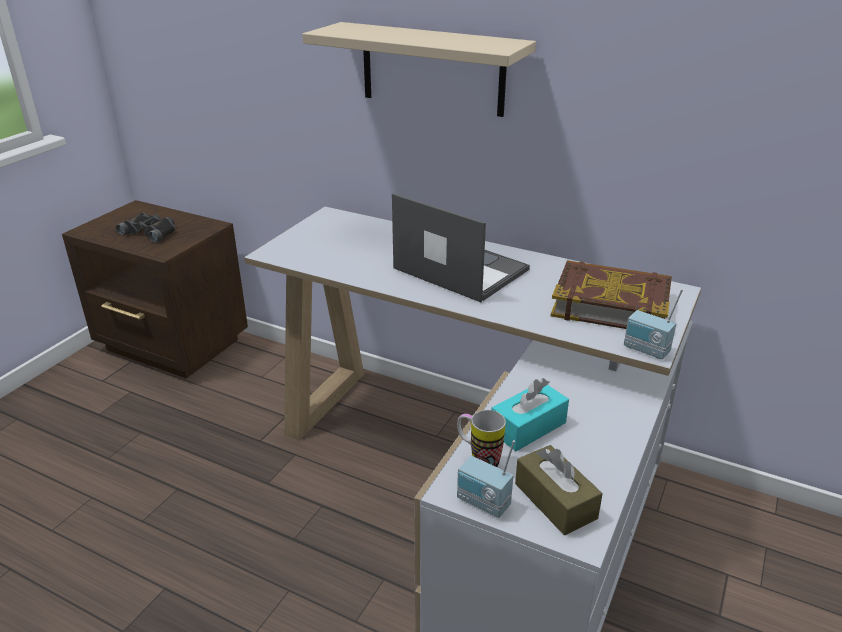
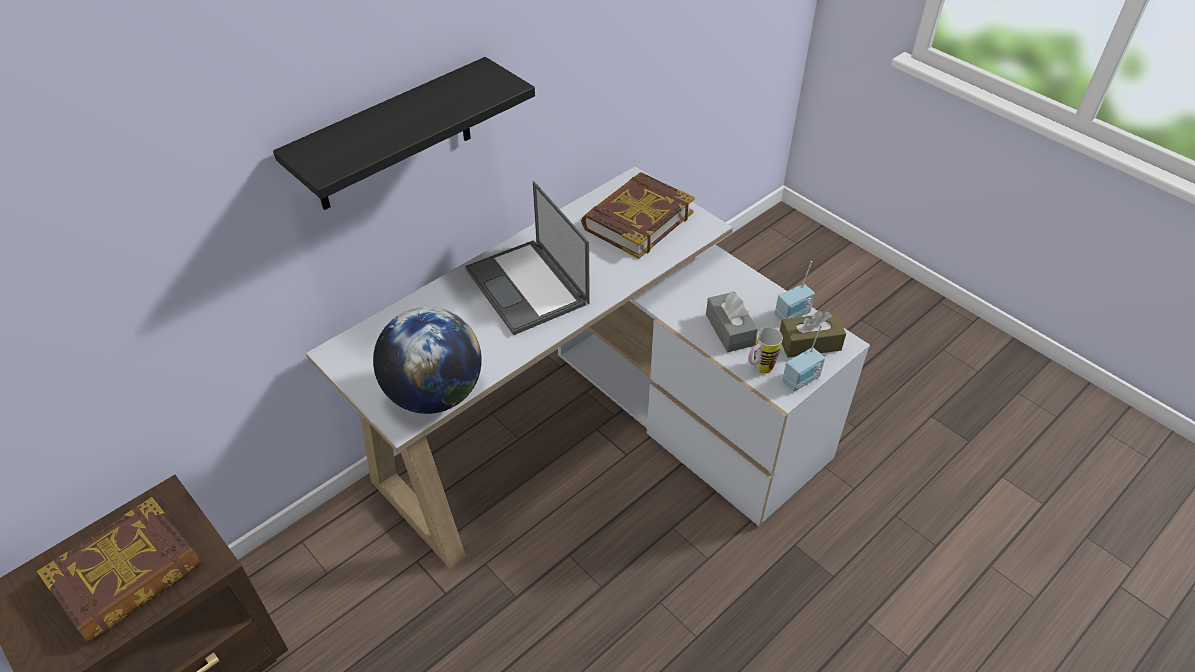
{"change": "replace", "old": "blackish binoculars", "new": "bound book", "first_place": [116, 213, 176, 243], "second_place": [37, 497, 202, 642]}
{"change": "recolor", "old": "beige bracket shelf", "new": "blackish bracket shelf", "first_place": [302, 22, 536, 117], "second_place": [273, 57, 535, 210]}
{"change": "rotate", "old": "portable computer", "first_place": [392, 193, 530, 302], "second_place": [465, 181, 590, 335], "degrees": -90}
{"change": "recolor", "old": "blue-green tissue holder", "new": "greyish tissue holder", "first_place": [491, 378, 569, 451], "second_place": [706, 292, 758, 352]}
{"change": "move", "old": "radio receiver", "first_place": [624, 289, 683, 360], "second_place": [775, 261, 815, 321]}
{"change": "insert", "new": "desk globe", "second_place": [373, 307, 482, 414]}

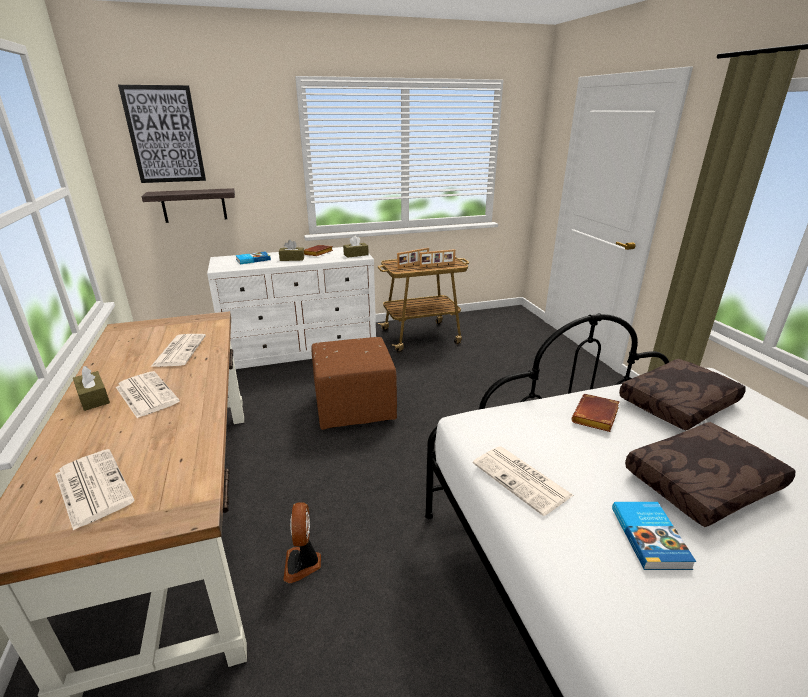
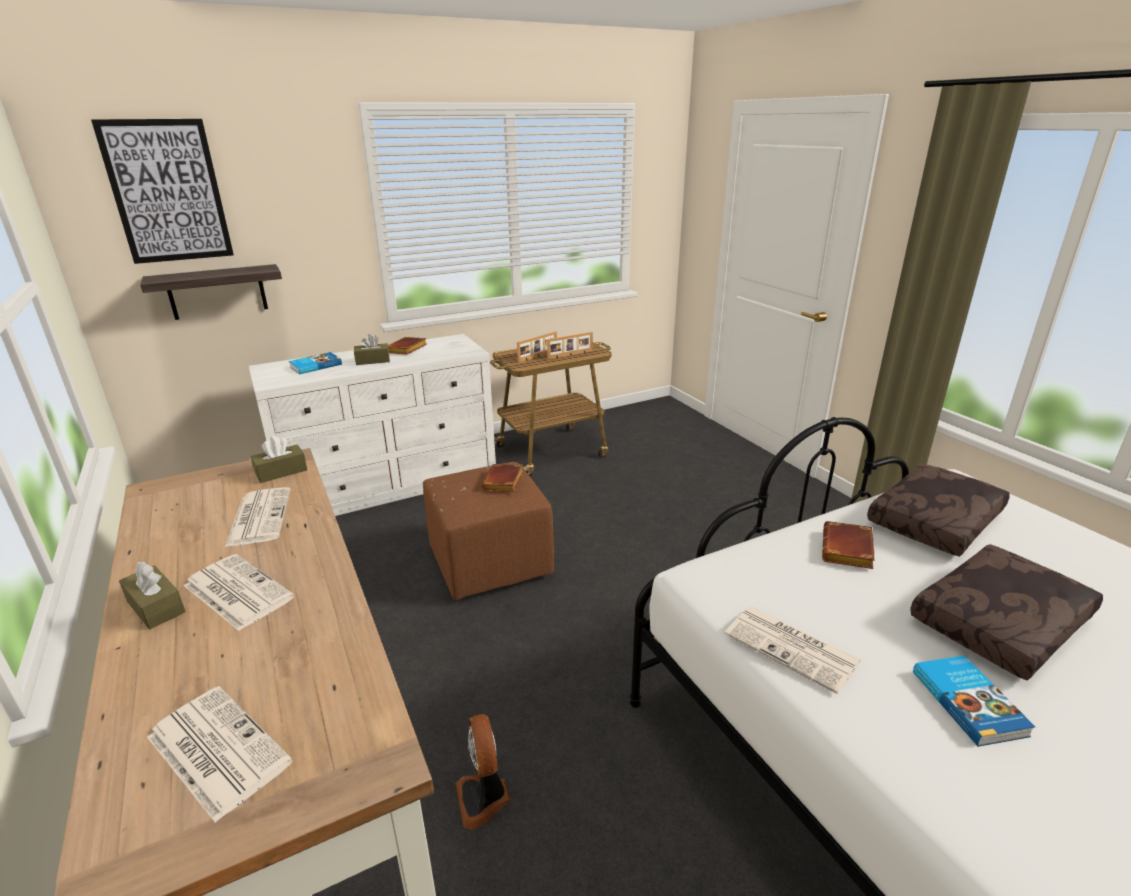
{"change": "move", "old": "brown-coloured tissue holder", "first_place": [343, 236, 369, 258], "second_place": [251, 436, 307, 483]}
{"change": "insert", "new": "brown-coloured bound book", "second_place": [481, 464, 523, 492]}

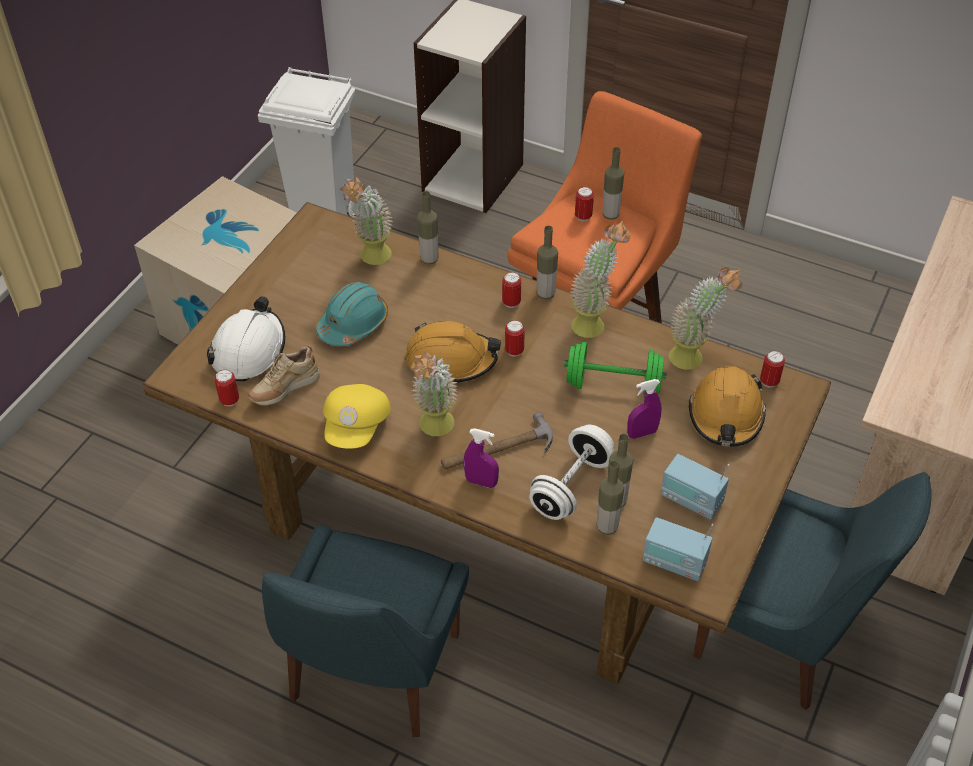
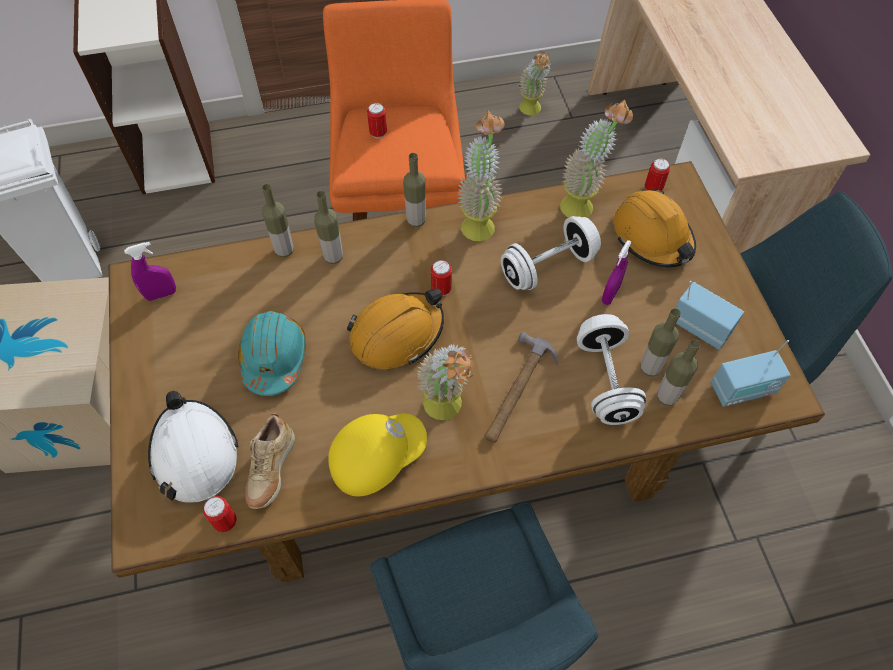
{"change": "rotate", "old": "yellow cap", "first_place": [323, 384, 391, 449], "second_place": [328, 414, 427, 496], "degrees": -90}
{"change": "move", "old": "houseplant", "first_place": [340, 177, 393, 265], "second_place": [518, 51, 551, 115]}
{"change": "move", "old": "purple spray bottle", "first_place": [464, 428, 499, 488], "second_place": [124, 242, 176, 301]}
{"change": "delete", "old": "can", "first_place": [502, 272, 521, 308]}
{"change": "recolor", "old": "greenish dumbbell", "new": "white-coloured dumbbell", "first_place": [564, 342, 667, 397], "second_place": [501, 216, 601, 290]}
{"change": "move", "old": "drink bottle", "first_place": [603, 147, 624, 220], "second_place": [314, 191, 343, 264]}
{"change": "rotate", "old": "radio receiver", "first_place": [661, 454, 729, 520], "second_place": [676, 281, 744, 350], "degrees": -135}

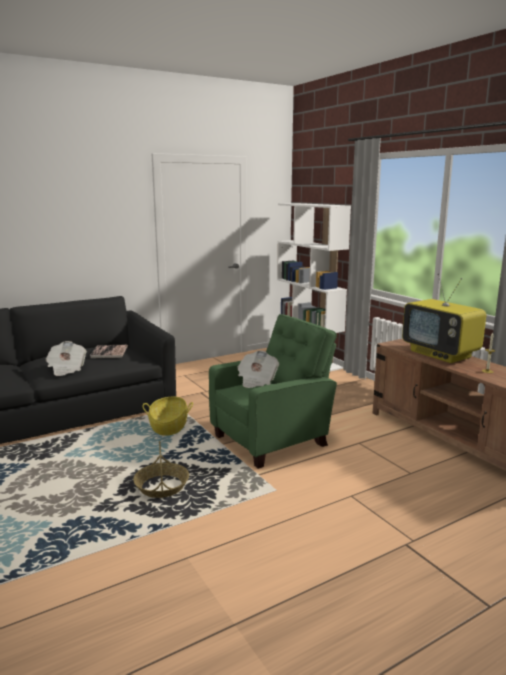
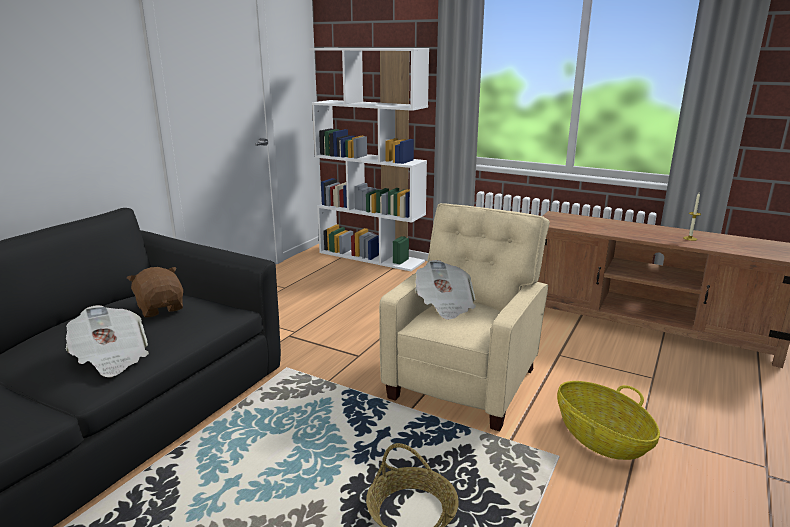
{"change": "replace", "old": "bound book", "new": "brown-coloured cuddly toy", "first_place": [90, 345, 128, 358], "second_place": [127, 267, 183, 317]}
{"change": "move", "old": "household basket", "first_place": [142, 397, 193, 436], "second_place": [557, 381, 660, 460]}
{"change": "recolor", "old": "greenish easy chair", "new": "beige easy chair", "first_place": [209, 314, 337, 469], "second_place": [379, 203, 550, 431]}
{"change": "delete", "old": "TV set", "first_place": [402, 273, 486, 363]}

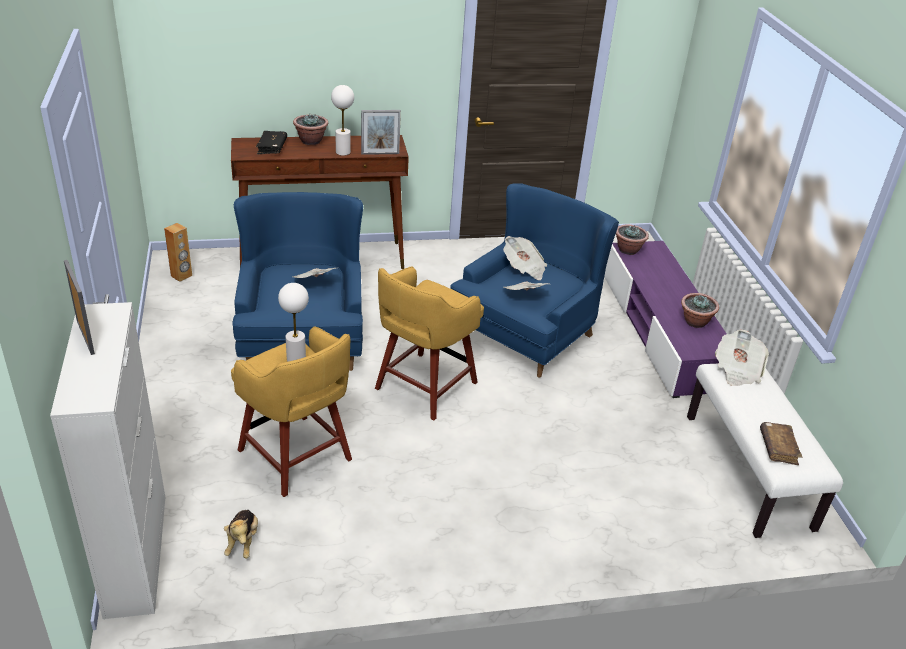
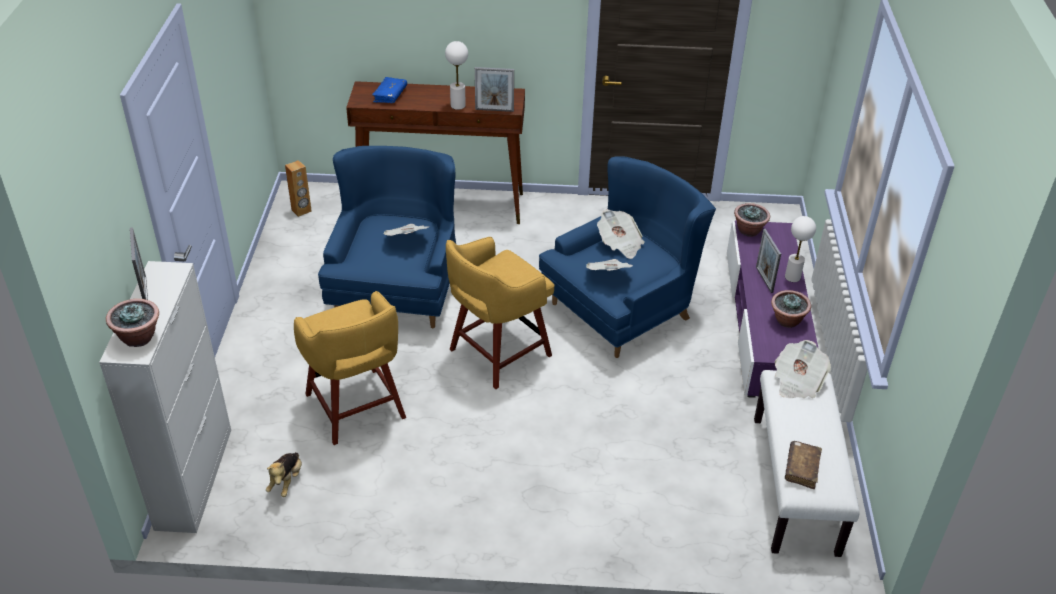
{"change": "recolor", "old": "blackish bound book", "new": "bluish bound book", "first_place": [256, 131, 287, 155], "second_place": [372, 77, 407, 103]}
{"change": "move", "old": "white-coloured table lamp", "first_place": [278, 283, 309, 362], "second_place": [785, 216, 816, 282]}
{"change": "move", "old": "houseplant", "first_place": [293, 114, 328, 145], "second_place": [106, 299, 159, 347]}
{"change": "insert", "new": "picture frame", "second_place": [756, 229, 781, 293]}

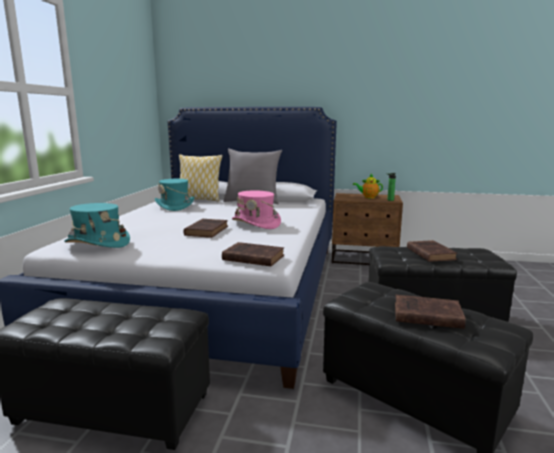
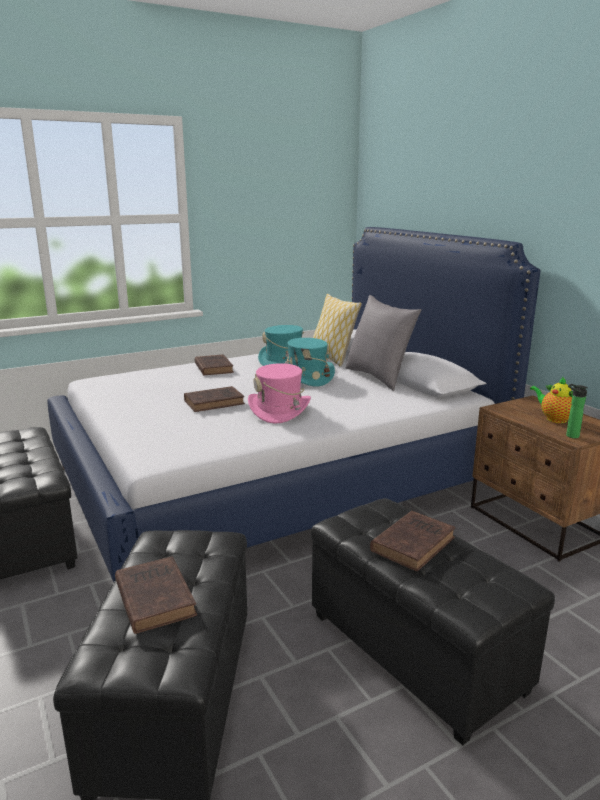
{"change": "move", "old": "blue-green clothing hat", "first_place": [64, 203, 130, 248], "second_place": [285, 338, 335, 386]}
{"change": "move", "old": "brown-coloured bound book", "first_place": [222, 242, 284, 267], "second_place": [195, 354, 234, 376]}

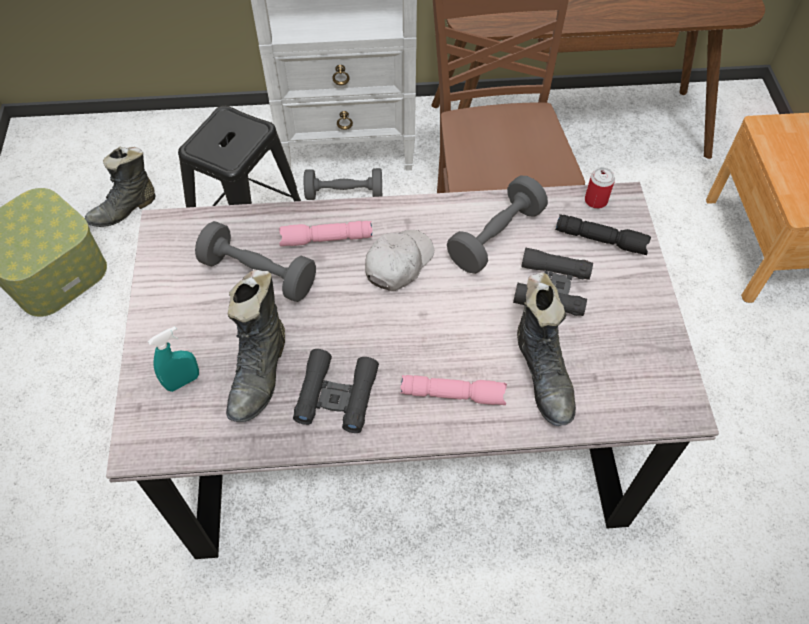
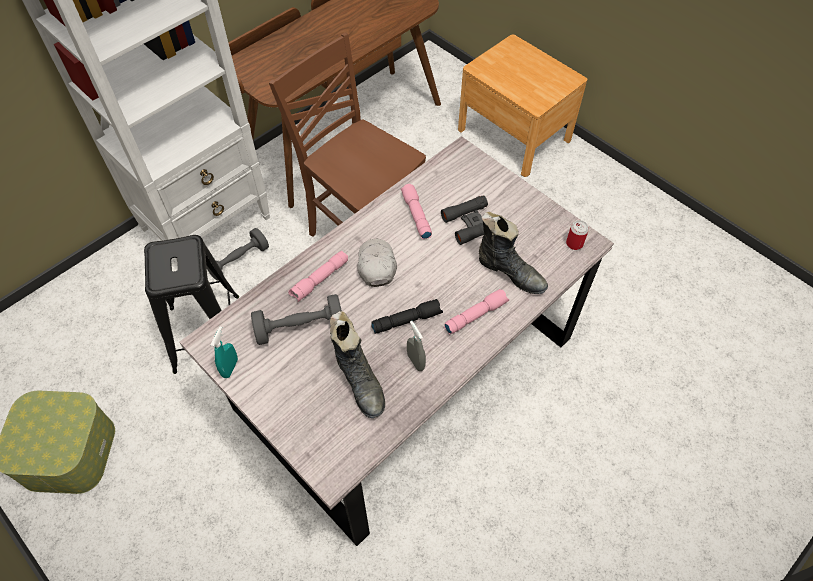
{"change": "delete", "old": "blackish boot", "first_place": [85, 146, 156, 227]}
{"change": "move", "old": "blue-green spray bottle", "first_place": [148, 326, 199, 392], "second_place": [211, 326, 238, 378]}
{"change": "replace", "old": "blackish binoculars", "new": "greyish spray bottle", "first_place": [293, 349, 379, 433], "second_place": [407, 321, 426, 371]}
{"change": "replace", "old": "greyish dumbbell", "new": "pink torch", "first_place": [447, 176, 548, 274], "second_place": [401, 184, 432, 239]}
{"change": "move", "old": "blackish torch", "first_place": [555, 214, 651, 255], "second_place": [371, 299, 443, 334]}
{"change": "move", "old": "can", "first_place": [585, 167, 615, 209], "second_place": [566, 220, 589, 250]}

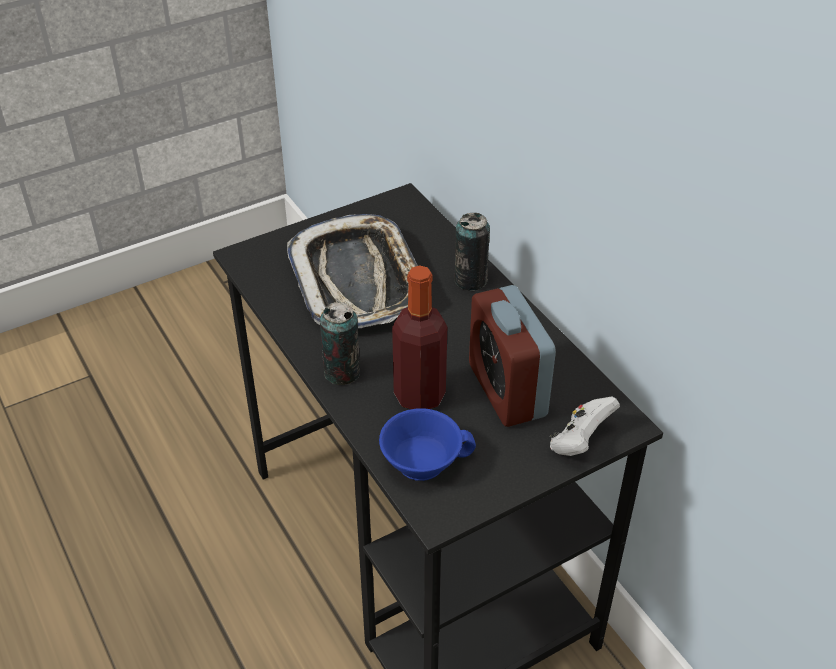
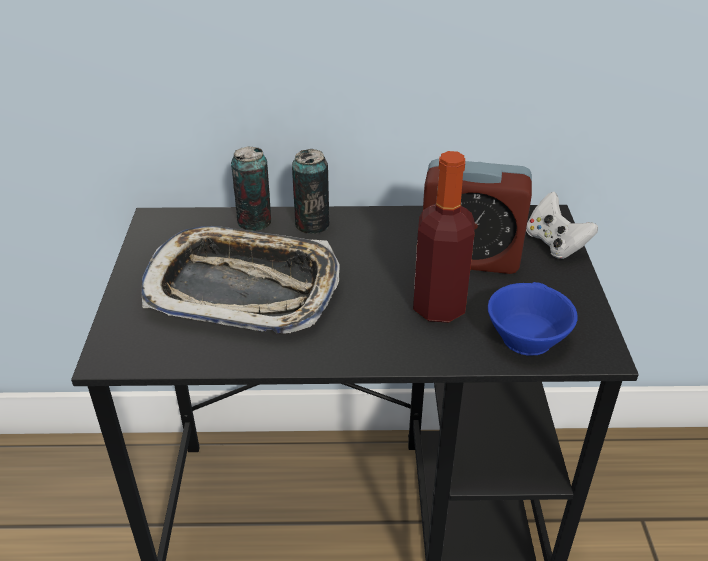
{"change": "move", "old": "can", "first_place": [320, 302, 360, 385], "second_place": [231, 146, 272, 231]}

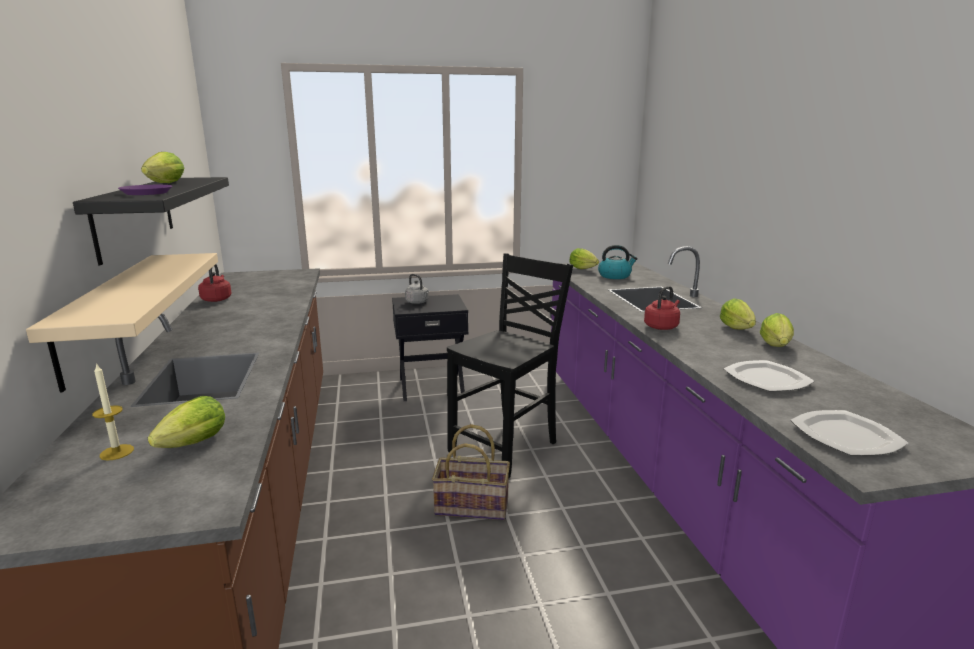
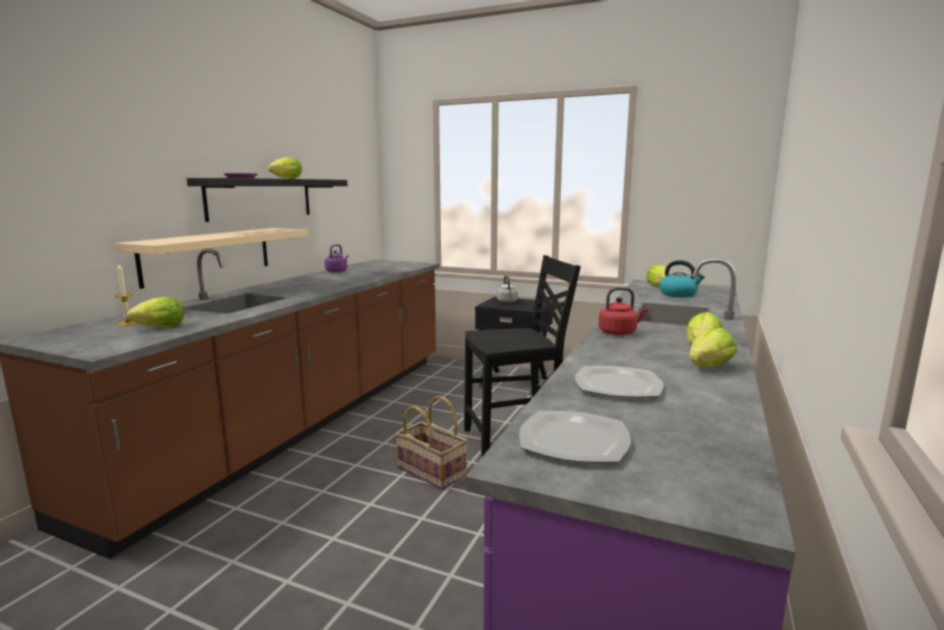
{"change": "recolor", "old": "red-coloured tea kettle", "new": "purple tea kettle", "first_place": [198, 264, 232, 302], "second_place": [324, 244, 349, 272]}

